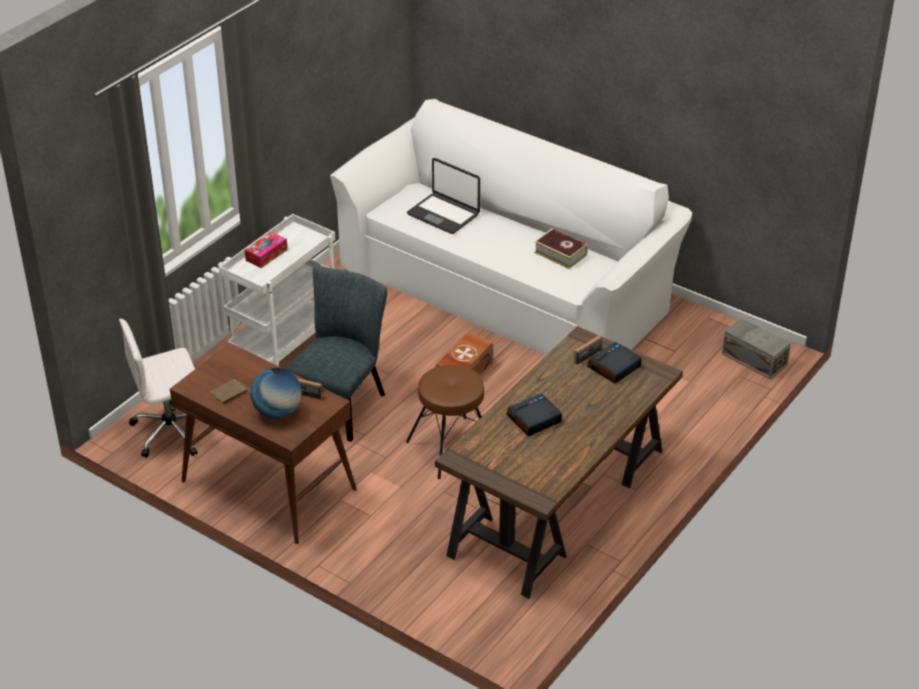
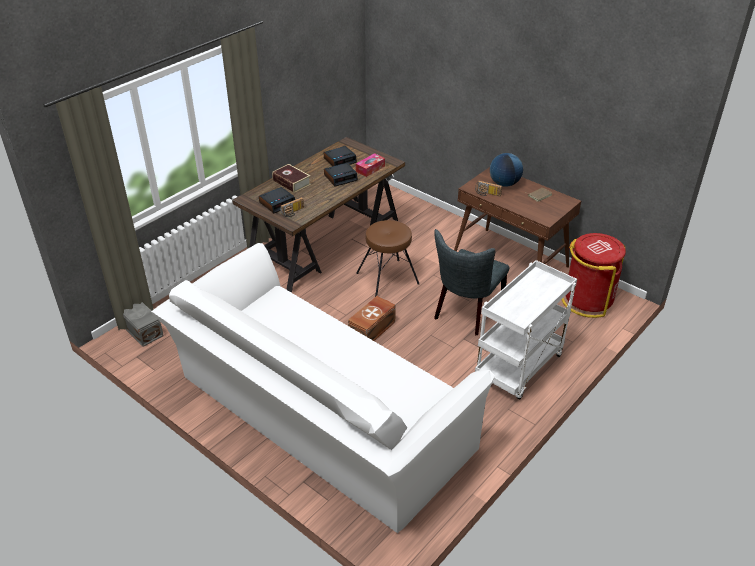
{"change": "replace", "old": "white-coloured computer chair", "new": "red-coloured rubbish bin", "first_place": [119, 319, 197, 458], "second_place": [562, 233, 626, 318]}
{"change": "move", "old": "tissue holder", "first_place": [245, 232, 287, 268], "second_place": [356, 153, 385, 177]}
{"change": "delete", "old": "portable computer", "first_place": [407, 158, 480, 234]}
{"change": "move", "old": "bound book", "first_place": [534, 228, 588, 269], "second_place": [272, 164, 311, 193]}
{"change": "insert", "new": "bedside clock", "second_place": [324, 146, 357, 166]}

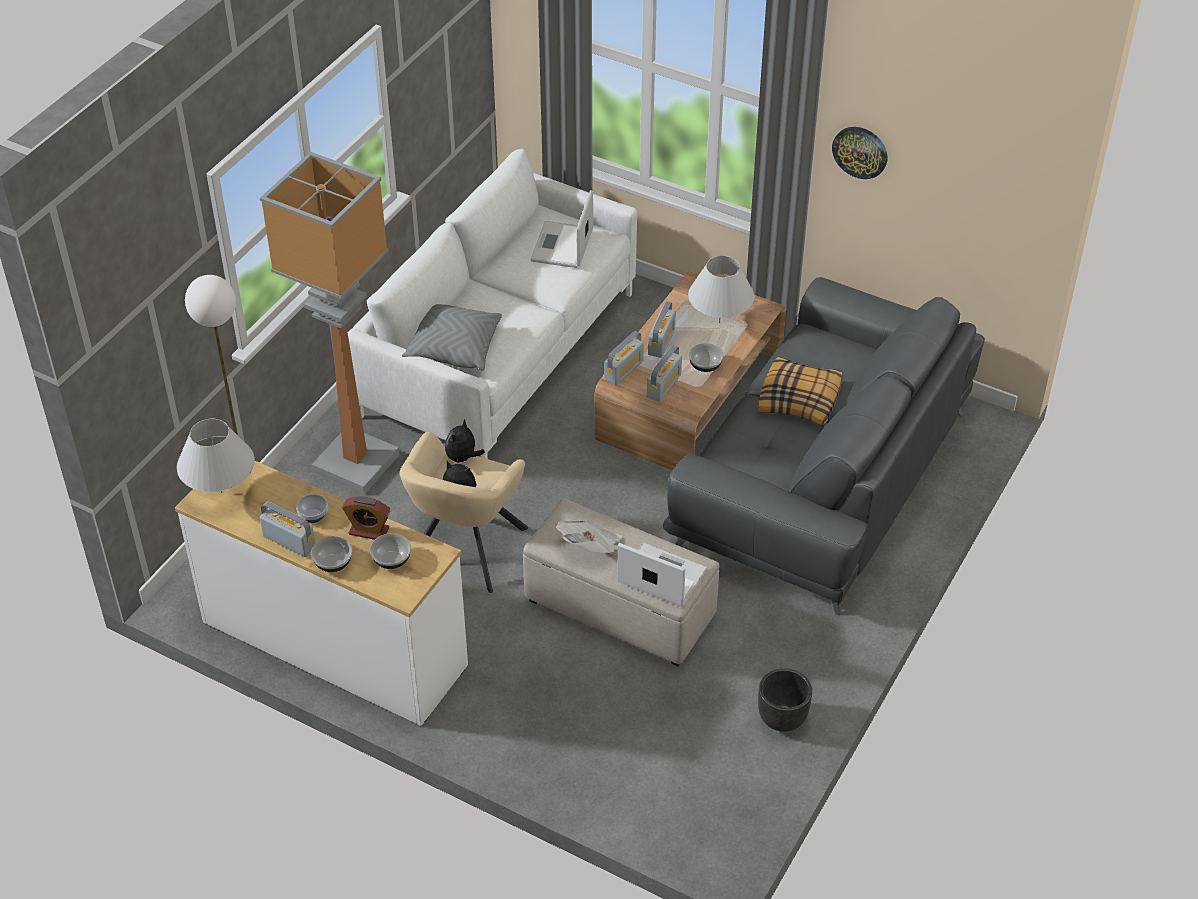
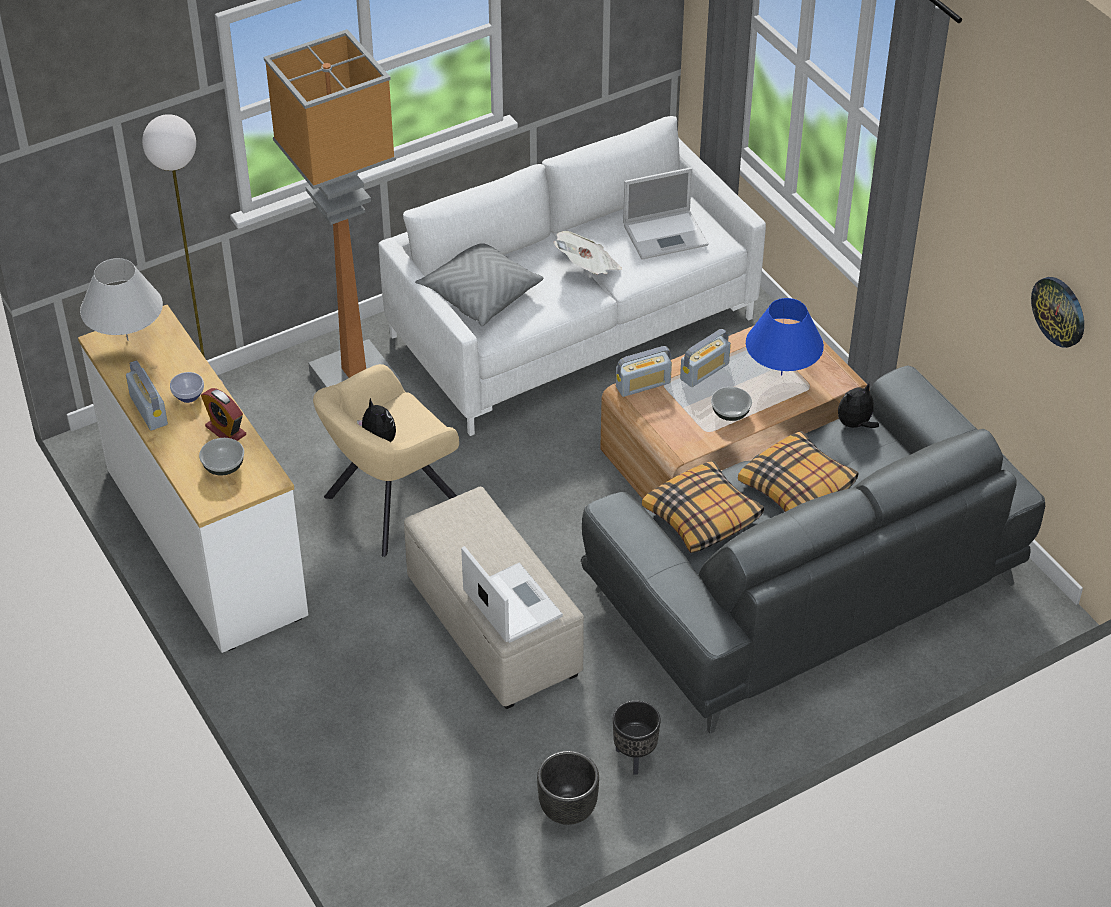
{"change": "delete", "old": "serving bowl", "first_place": [311, 536, 352, 572]}
{"change": "move", "old": "cuddly toy", "first_place": [445, 419, 485, 463], "second_place": [838, 383, 879, 428]}
{"change": "rotate", "old": "portable computer", "first_place": [531, 190, 593, 268], "second_place": [623, 167, 709, 260], "degrees": -150}
{"change": "move", "old": "daily paper", "first_place": [557, 520, 623, 554], "second_place": [553, 231, 622, 275]}
{"change": "delete", "old": "radio receiver", "first_place": [647, 345, 682, 402]}
{"change": "recolor", "old": "white-coloured table lamp", "new": "bluish table lamp", "first_place": [688, 256, 754, 323], "second_place": [746, 298, 824, 376]}
{"change": "move", "old": "hanging clock", "first_place": [832, 127, 887, 179], "second_place": [1031, 277, 1084, 348]}
{"change": "insert", "new": "blackish flower pot", "second_place": [613, 700, 661, 774]}
{"change": "insert", "new": "pillow", "second_place": [642, 461, 764, 553]}

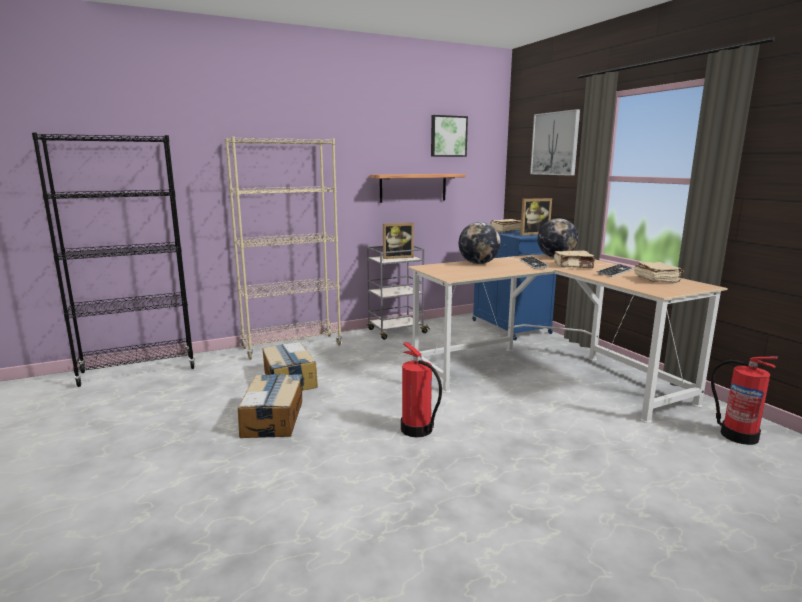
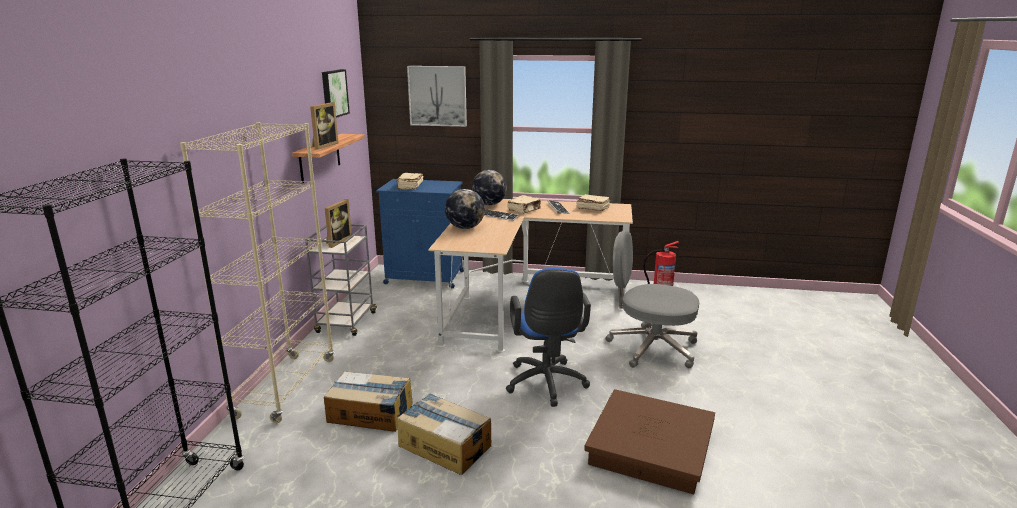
{"change": "replace", "old": "fire-fighting cylinder", "new": "bluish computer chair", "first_place": [401, 342, 442, 437], "second_place": [506, 268, 591, 407]}
{"change": "move", "old": "picture frame", "first_place": [520, 198, 552, 235], "second_place": [310, 102, 339, 150]}
{"change": "insert", "new": "brown-coloured storage container", "second_place": [584, 389, 715, 494]}
{"change": "insert", "new": "greyish computer chair", "second_place": [605, 230, 699, 369]}

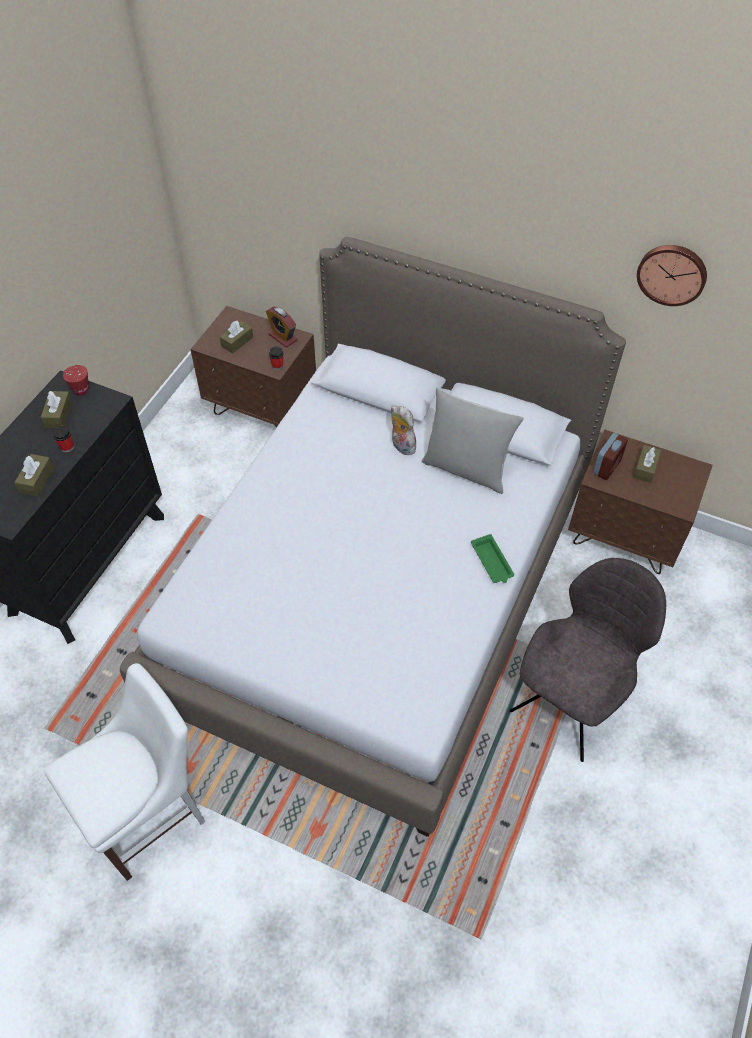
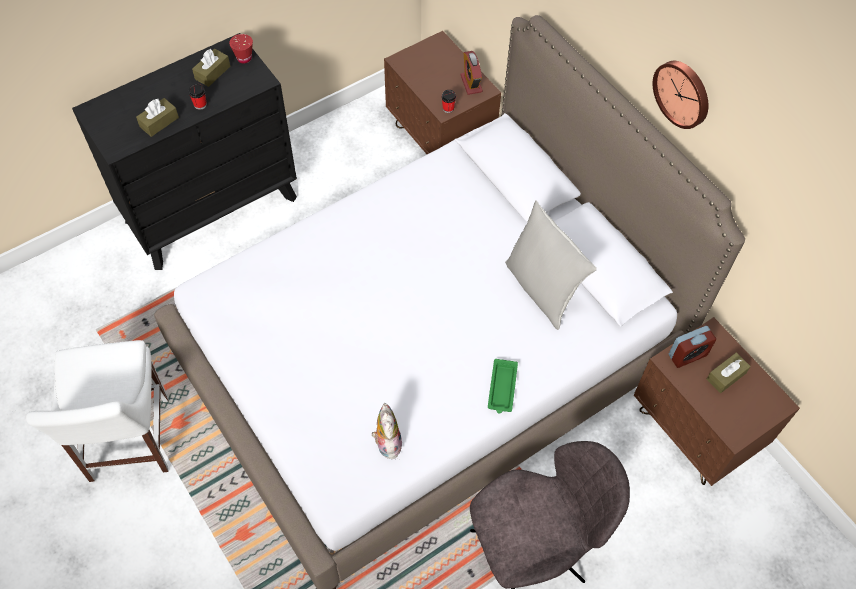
{"change": "rotate", "old": "white-coloured upright chair", "first_place": [44, 663, 205, 881], "second_place": [26, 340, 169, 482], "degrees": 90}
{"change": "delete", "old": "brown-coloured tissue holder", "first_place": [220, 321, 253, 353]}
{"change": "move", "old": "cuddly toy", "first_place": [391, 405, 417, 455], "second_place": [372, 403, 403, 459]}
{"change": "move", "old": "hanging clock", "first_place": [637, 245, 707, 306], "second_place": [653, 61, 708, 129]}

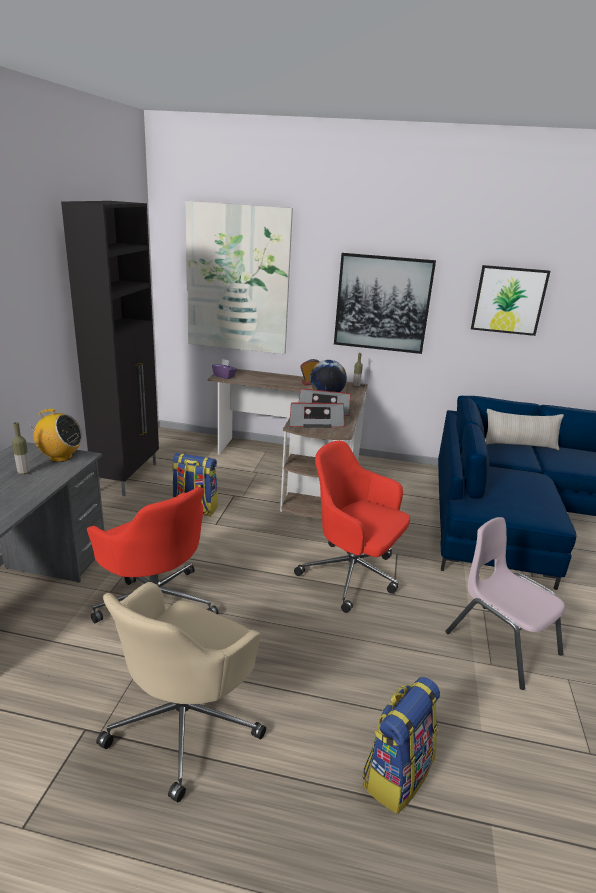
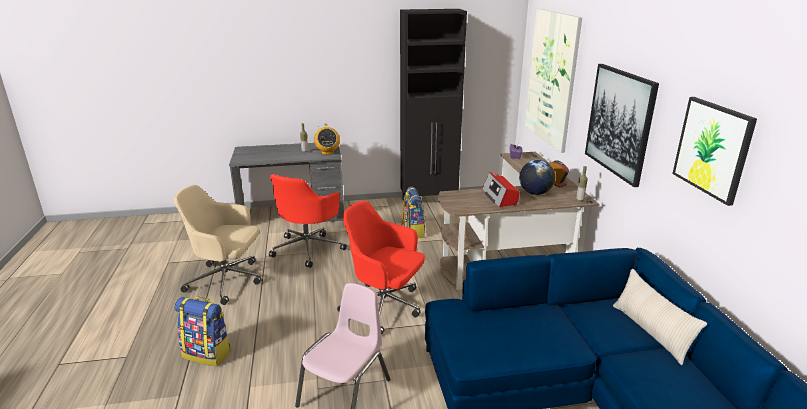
{"change": "delete", "old": "radio receiver", "first_place": [289, 402, 344, 428]}
{"change": "rotate", "old": "red-coloured computer chair", "first_place": [294, 440, 410, 613], "second_place": [337, 201, 425, 334], "degrees": -75}

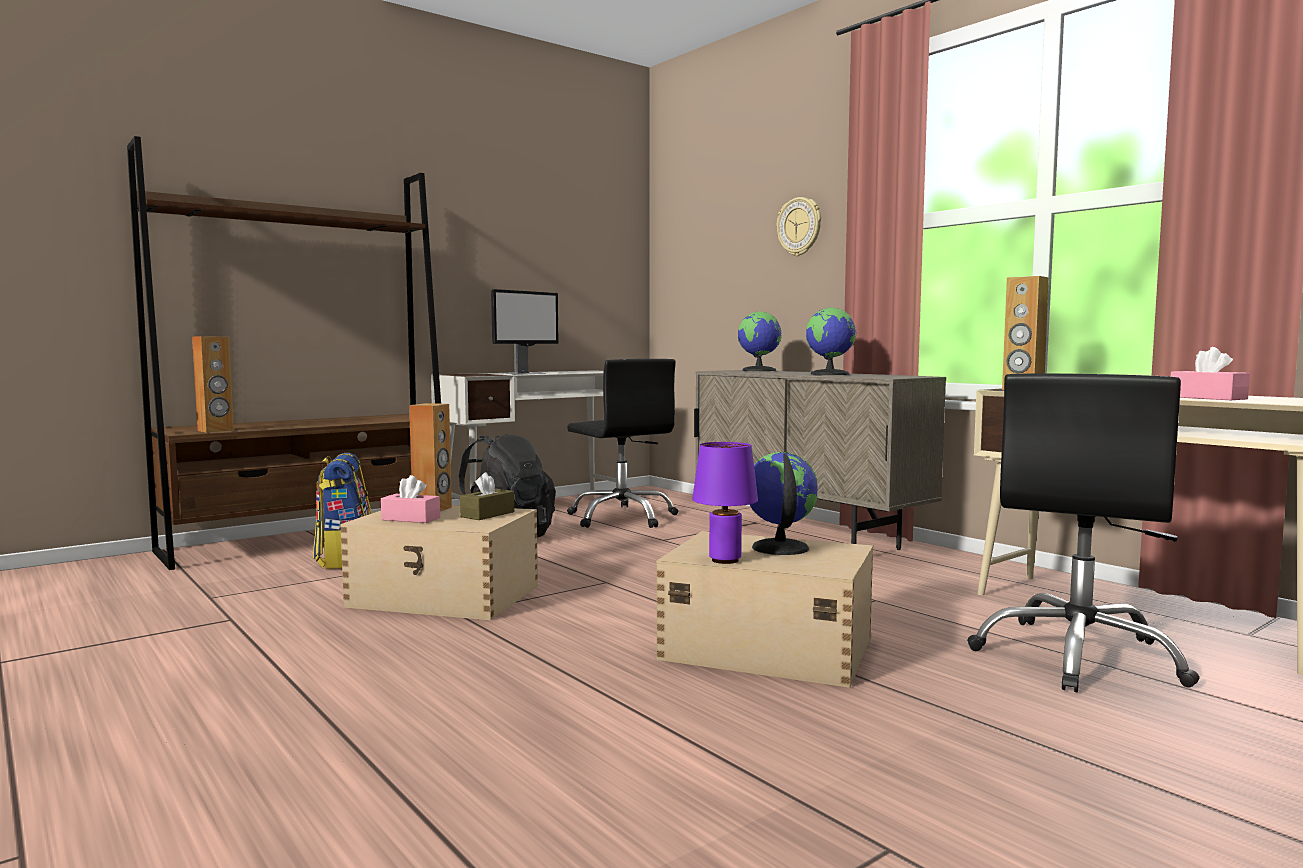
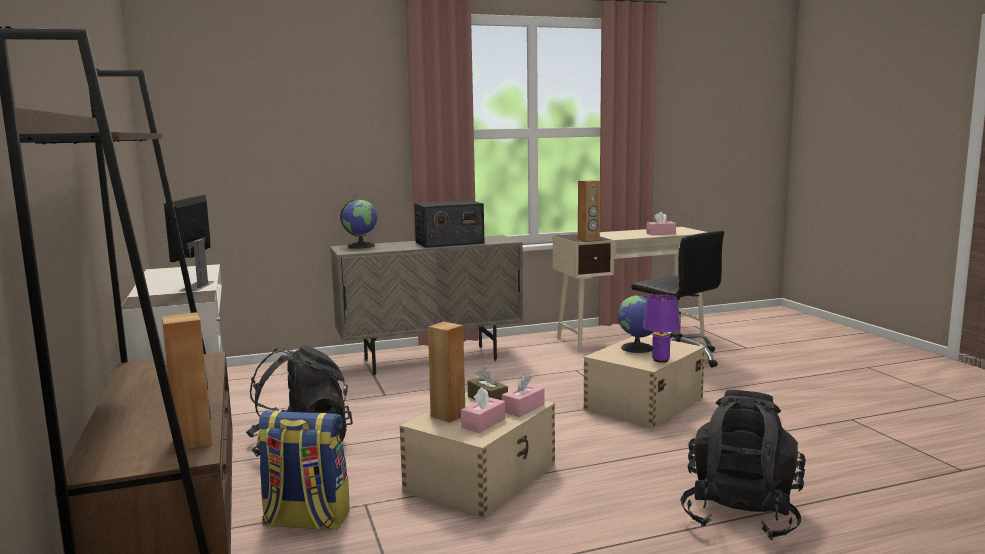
{"change": "rotate", "old": "computer screen", "first_place": [491, 289, 558, 375], "second_place": [164, 195, 214, 292], "degrees": -150}
{"change": "delete", "old": "blackish computer chair", "first_place": [567, 359, 678, 528]}
{"change": "delete", "old": "hanging clock", "first_place": [777, 197, 821, 256]}
{"change": "replace", "old": "desk globe", "new": "radio receiver", "first_place": [806, 308, 856, 375], "second_place": [414, 200, 485, 248]}
{"change": "insert", "new": "pink tissue holder", "second_place": [502, 374, 544, 417]}
{"change": "insert", "new": "blackish rucksack", "second_place": [680, 390, 806, 540]}

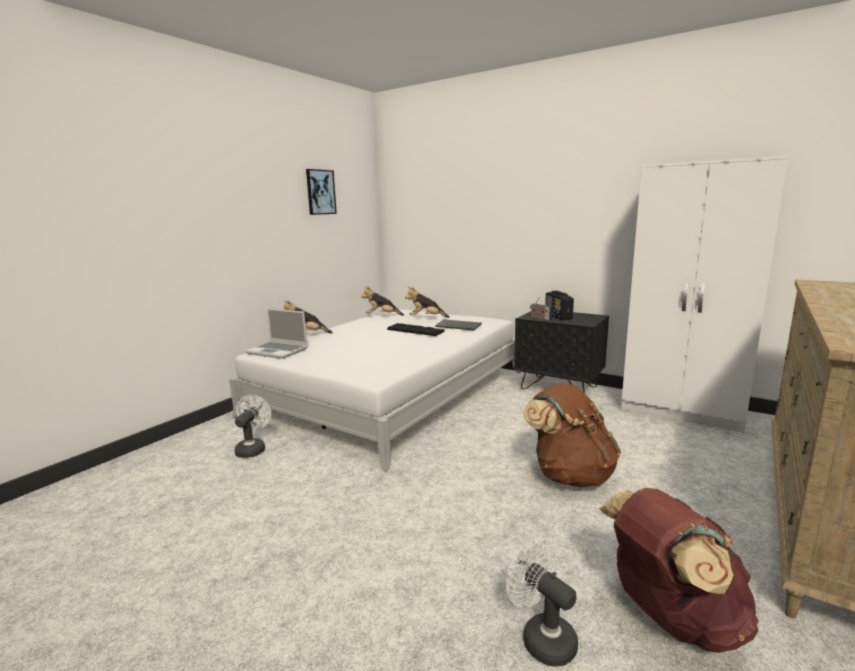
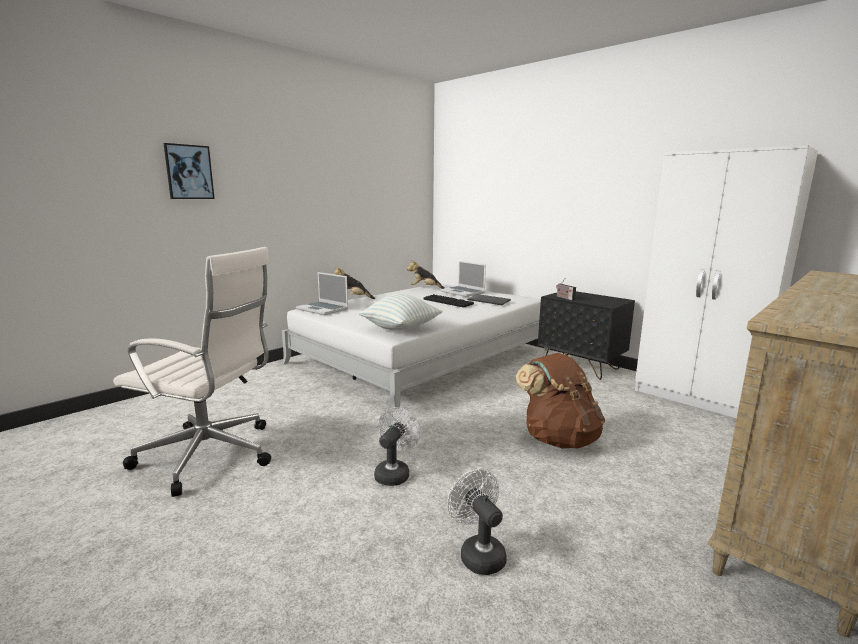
{"change": "move", "old": "white-coloured cooling fan", "first_place": [234, 395, 271, 458], "second_place": [374, 407, 420, 486]}
{"change": "move", "old": "wall picture", "first_place": [306, 169, 337, 215], "second_place": [163, 143, 215, 199]}
{"change": "replace", "old": "cuddly toy", "new": "portable computer", "first_place": [405, 287, 449, 318], "second_place": [440, 261, 486, 297]}
{"change": "delete", "old": "radio receiver", "first_place": [545, 290, 574, 320]}
{"change": "delete", "old": "brown-coloured rucksack", "first_place": [599, 488, 759, 653]}
{"change": "insert", "new": "white-coloured computer chair", "second_place": [113, 247, 271, 497]}
{"change": "insert", "new": "pillow", "second_place": [359, 294, 442, 330]}

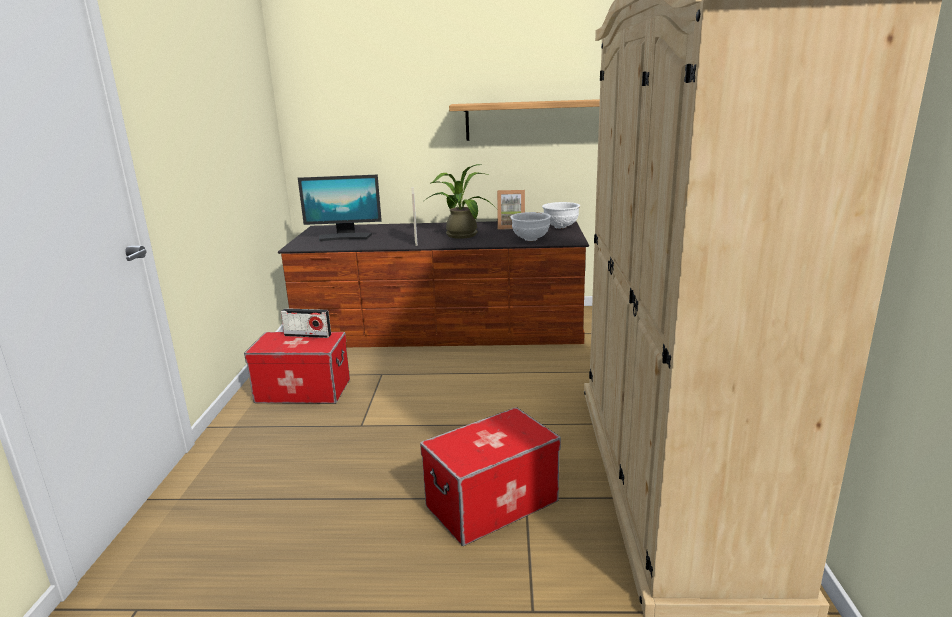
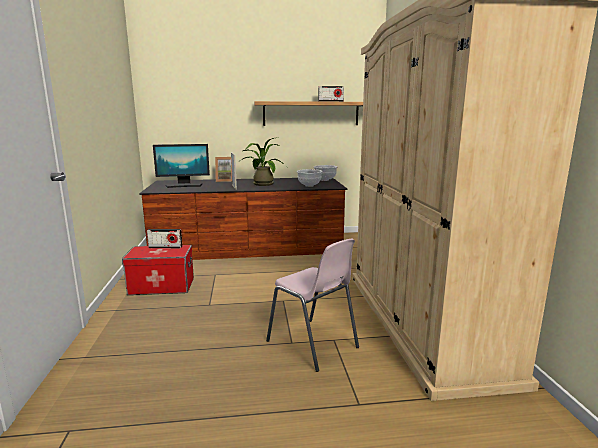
{"change": "replace", "old": "storage container", "new": "pink upright chair", "first_place": [420, 407, 561, 546], "second_place": [266, 239, 359, 372]}
{"change": "move", "old": "picture frame", "first_place": [497, 190, 525, 230], "second_place": [215, 157, 232, 182]}
{"change": "insert", "new": "radio receiver", "second_place": [318, 86, 344, 102]}

